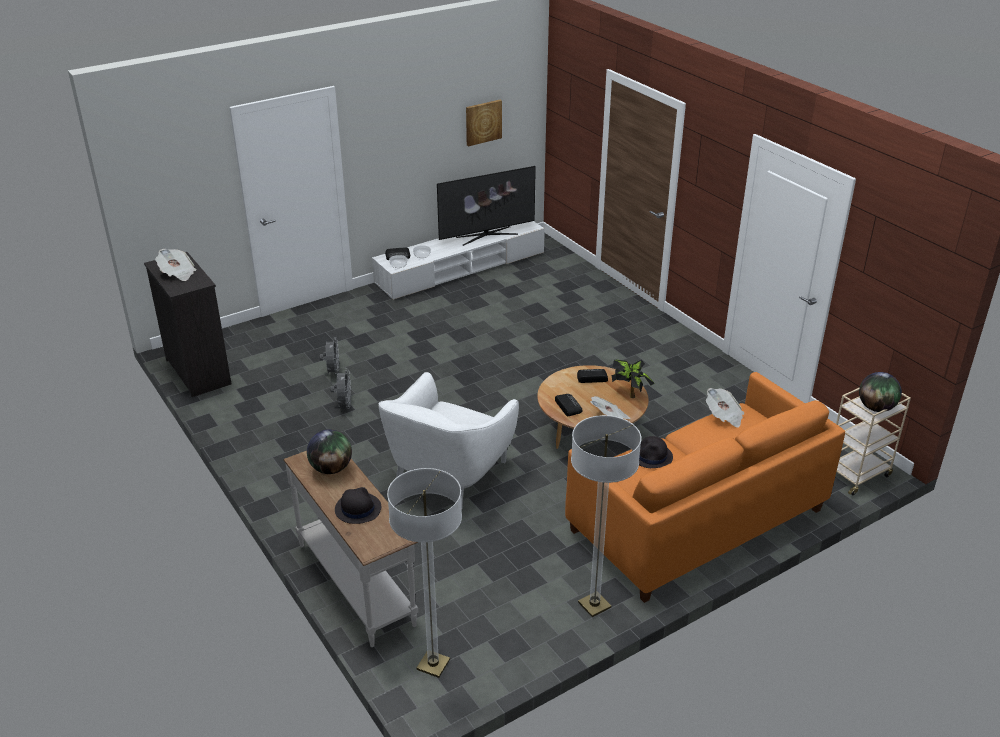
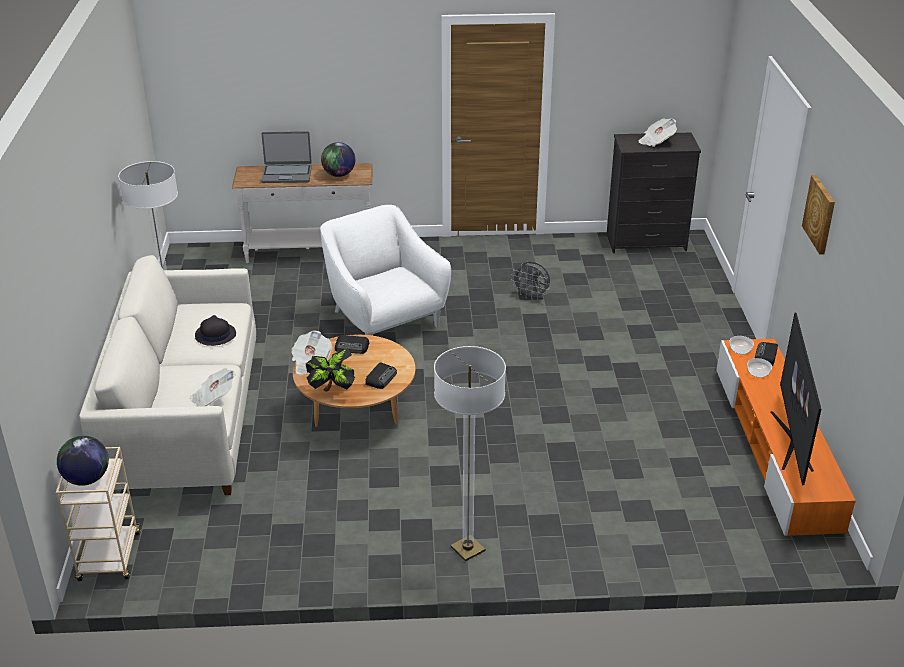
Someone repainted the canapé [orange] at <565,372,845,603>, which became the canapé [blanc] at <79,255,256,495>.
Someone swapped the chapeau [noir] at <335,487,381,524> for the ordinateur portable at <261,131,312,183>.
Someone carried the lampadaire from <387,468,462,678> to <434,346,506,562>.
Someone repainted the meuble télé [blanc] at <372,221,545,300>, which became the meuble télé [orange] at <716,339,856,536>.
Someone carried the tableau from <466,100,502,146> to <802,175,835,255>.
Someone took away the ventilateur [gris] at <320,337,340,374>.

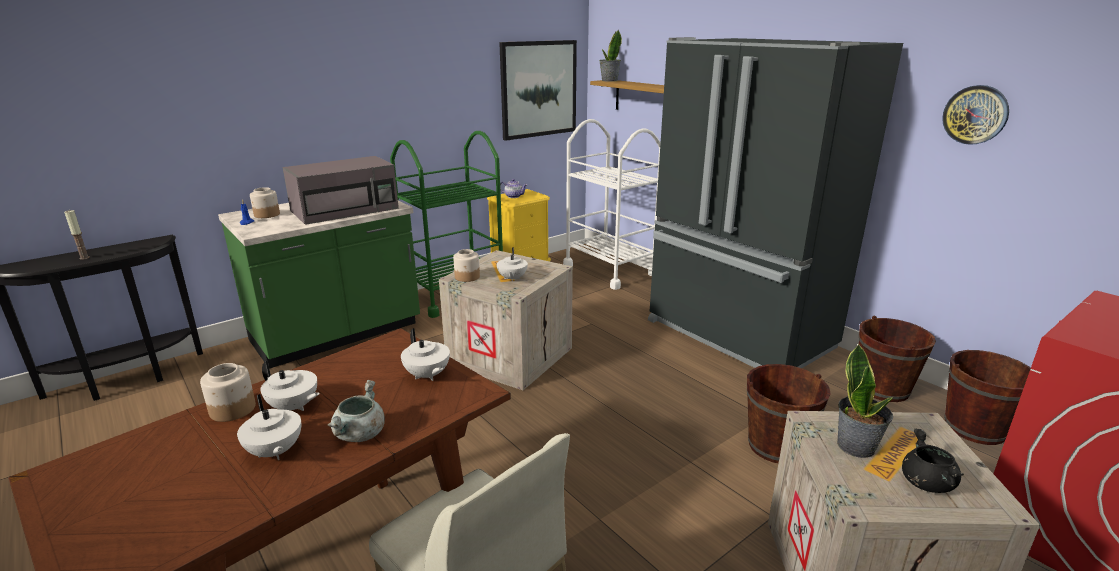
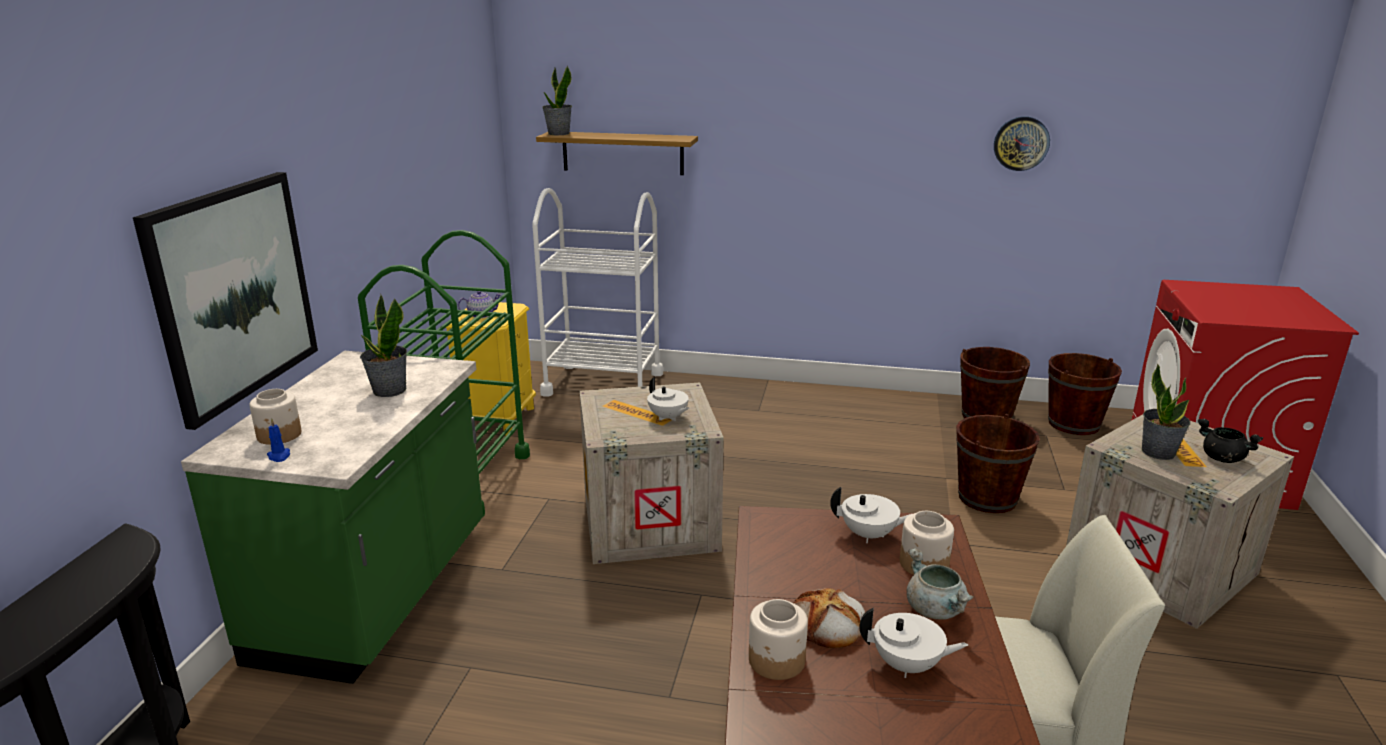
Someone carried the tableau from <499,40,577,141> to <133,172,318,430>.
Someone swapped the micro-ondes [gris] at <282,156,399,225> for the plante en pot at <360,294,407,397>.
Someone swapped the théière [blanc] at <260,360,320,411> for the pain at <794,588,865,648>.
Someone carried the bocal from <453,249,480,282> to <900,511,954,575>.
Someone took away the bougie at <64,210,90,260>.
Someone took away the réfrigérateur [noir] at <648,37,903,368>.

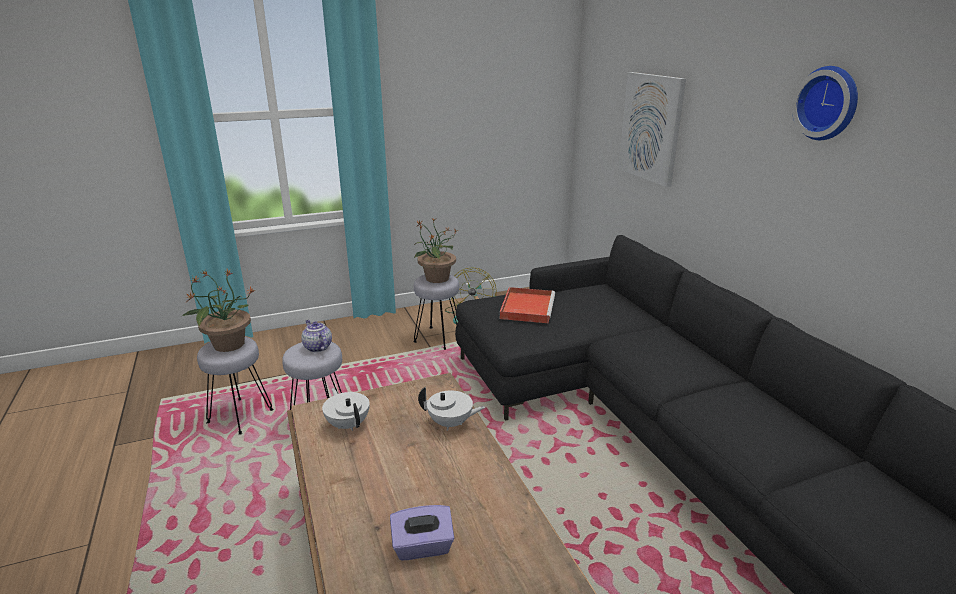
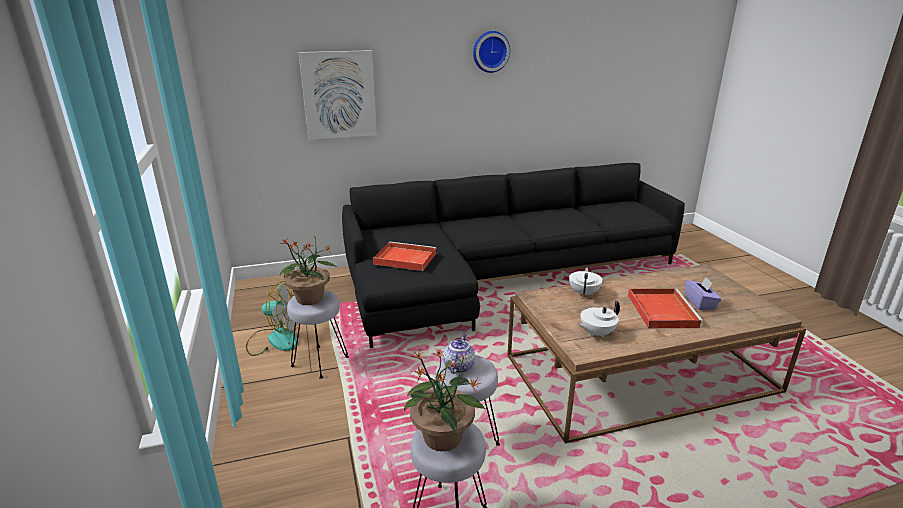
Someone rotated the théière at <301,320,332,352> by 135 degrees clockwise.
Someone put down the plateau [rouge] at <628,288,704,328>.

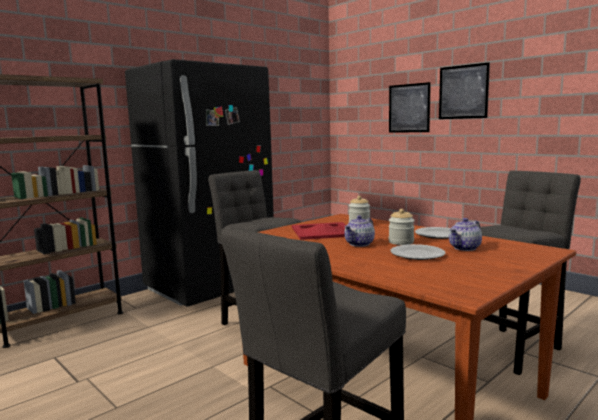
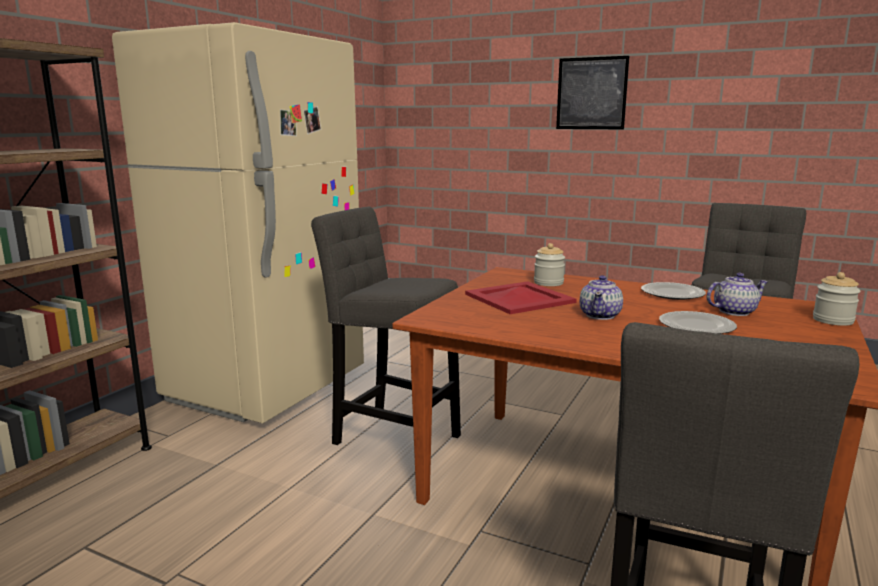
Someone repainted the réfrigérateur [noir] at <125,59,274,307>, which became the réfrigérateur [beige] at <112,22,364,423>.
Someone rotated the théière at <449,218,482,251> by 135 degrees counterclockwise.
Someone carried the bocal from <389,209,415,245> to <813,272,861,326>.
Someone took away the tableau at <389,82,431,132>.

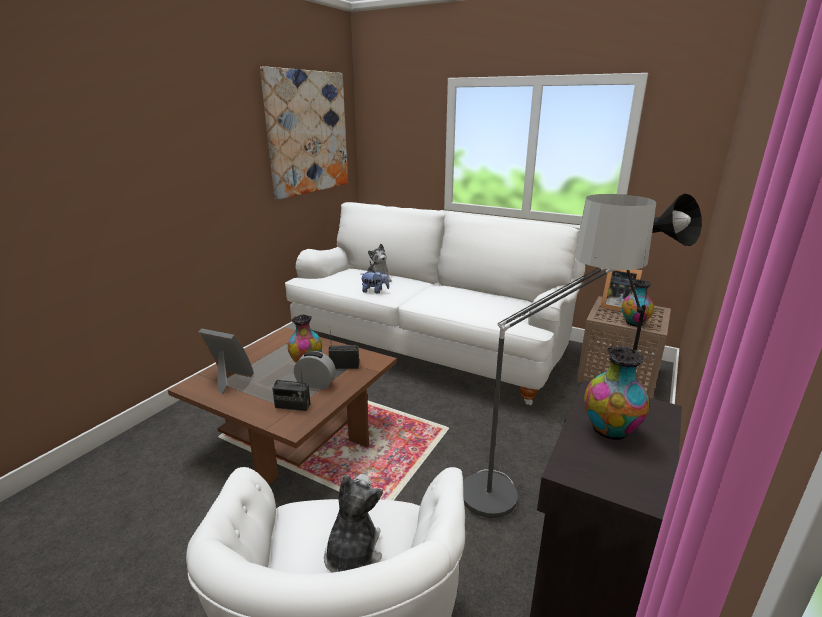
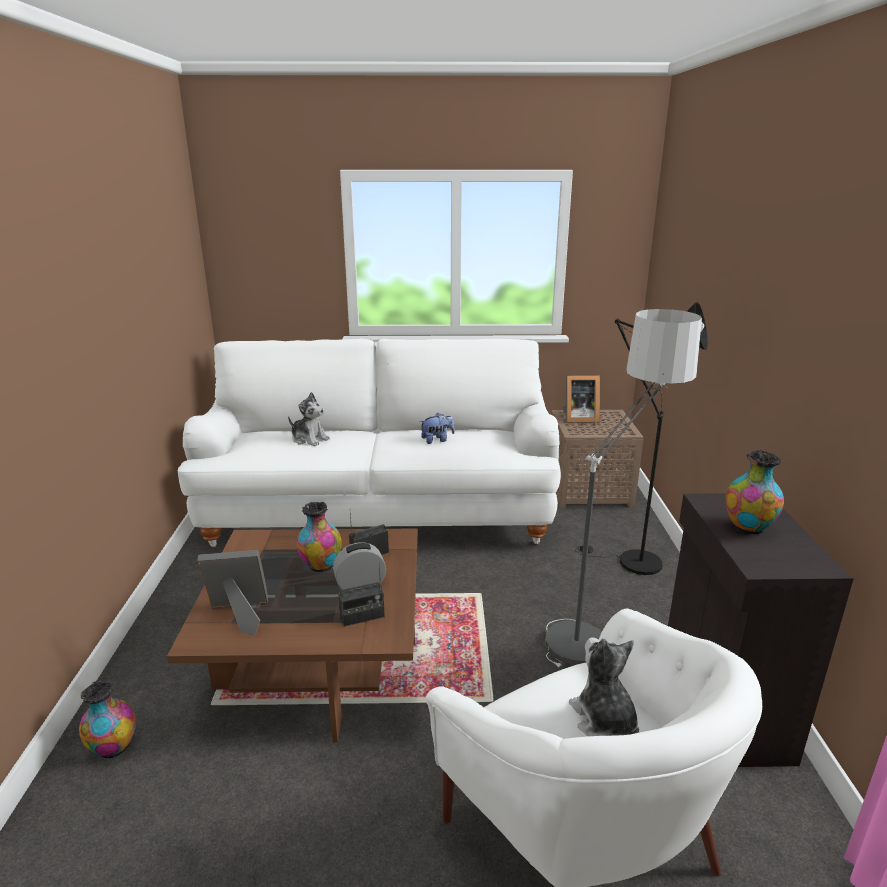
Someone carried the vase from <622,279,654,327> to <79,680,136,759>.
Someone carried the peluche from <361,270,389,293> to <420,413,455,444>.
Someone took away the tableau at <260,66,348,200>.

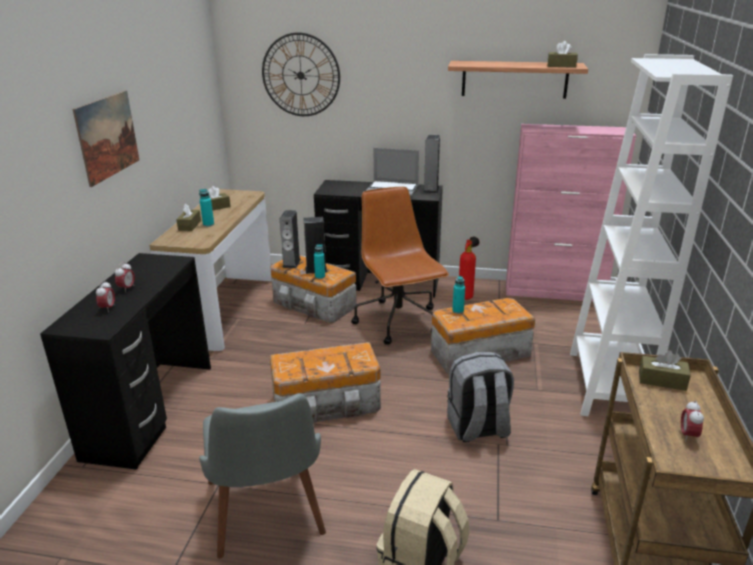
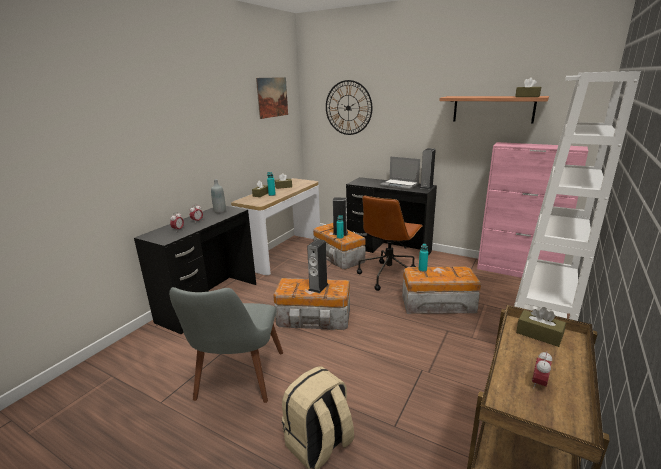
Someone put down the bouteille [gris] at <211,179,226,213>.
Someone carried the tableau from <72,90,139,187> to <256,77,288,119>.
Someone carried the enceinte from <280,210,301,268> to <307,239,328,293>.
Someone rotated the chaise de bureau [marron] at <351,187,449,345> by 150 degrees counterclockwise.
Someone took away the sac à dos [gris] at <447,352,514,442>.
Someone took away the extincteur at <459,236,479,300>.

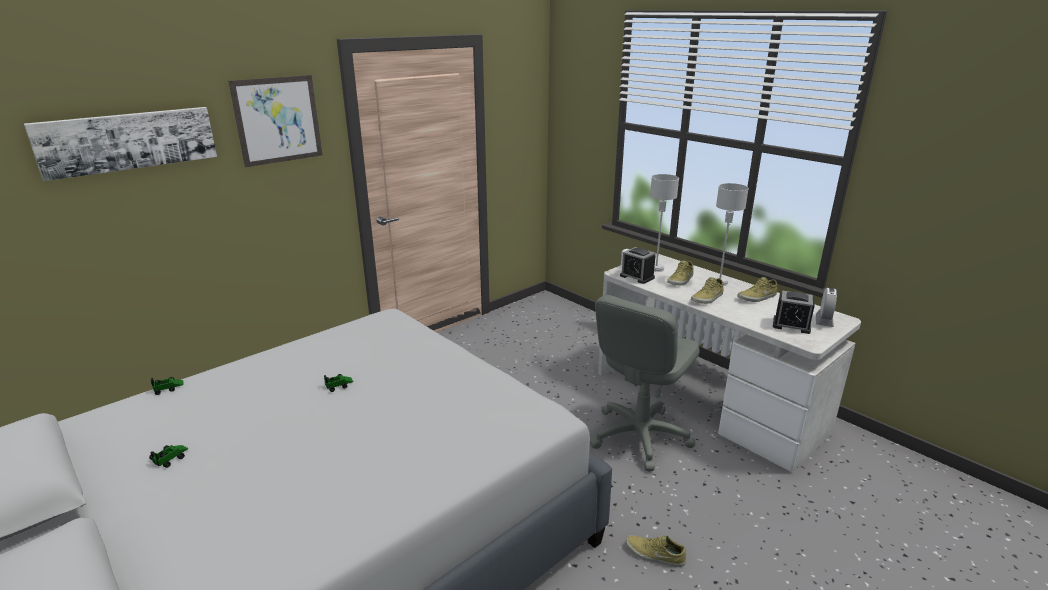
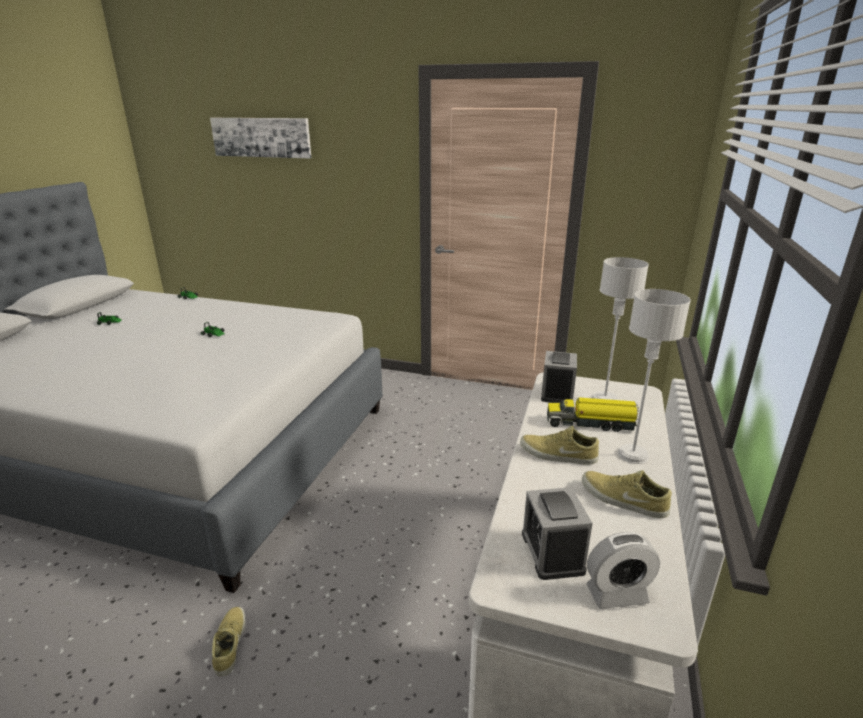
Someone swapped the chaussure [beige] at <667,260,694,285> for the camion jouet at <547,397,639,432>.
Someone took away the tableau at <228,75,323,167>.
Someone took away the chaise de bureau [gris] at <590,295,700,471>.

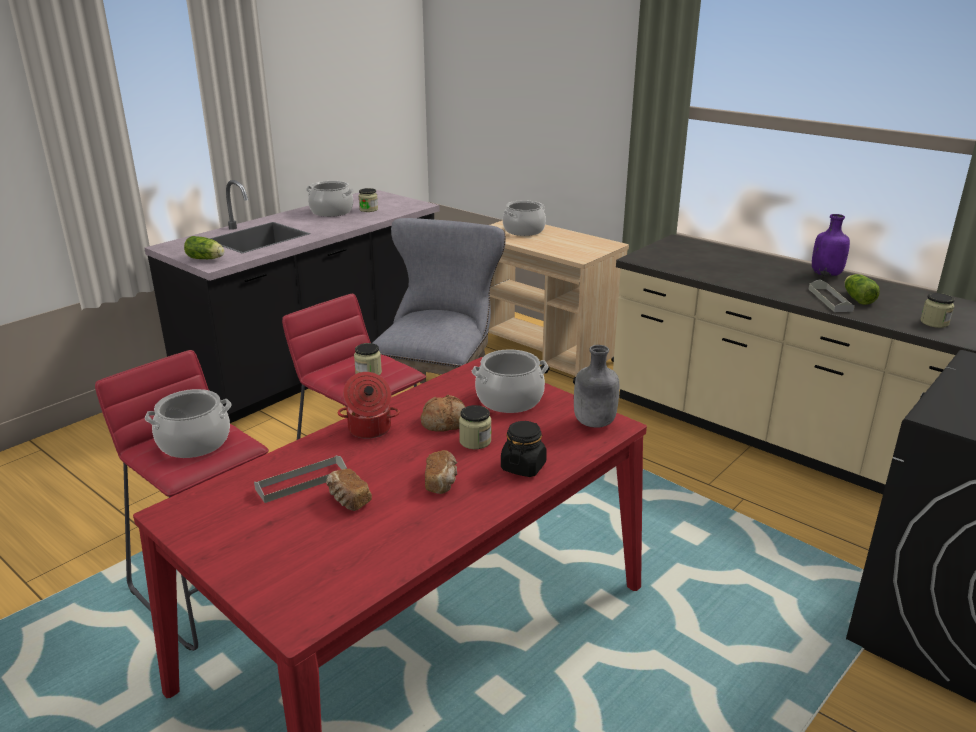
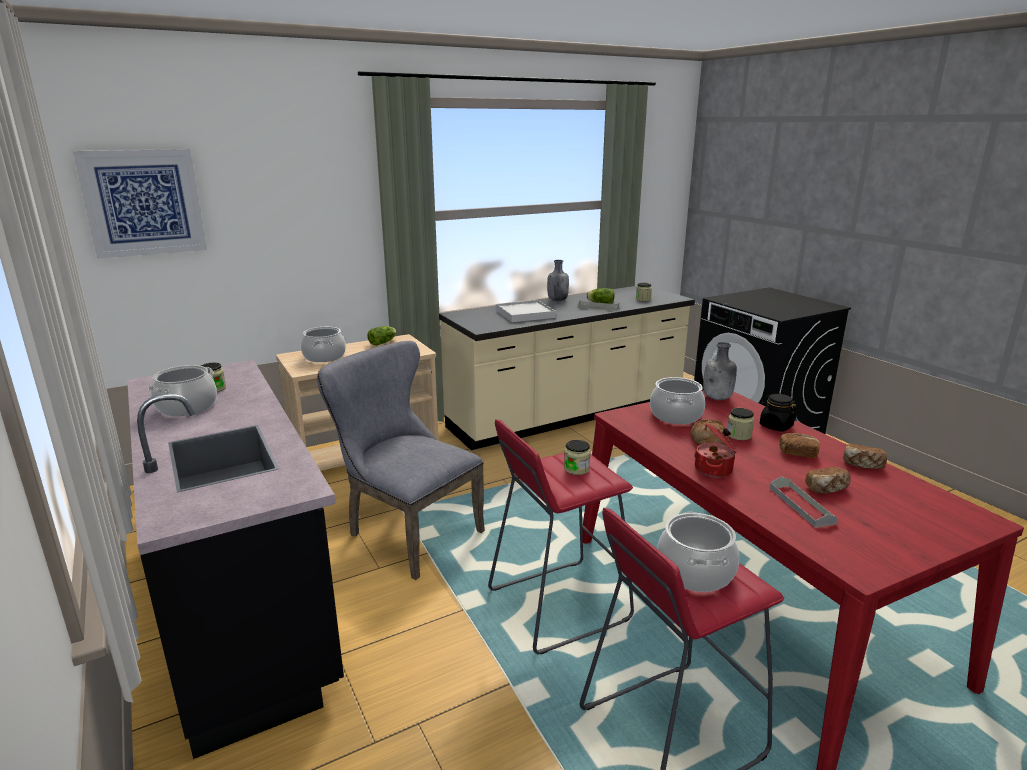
Someone put up the tableau at <73,149,207,259>.
Someone carried the laitue from <184,236,225,259> to <367,326,397,346>.
Someone put down the plateau [blanc] at <496,300,556,322>.
Someone repainted the bouteille [violet] at <812,214,850,277>, which became the bouteille [gris] at <547,260,569,301>.
Someone put down the pain at <843,444,887,469>.

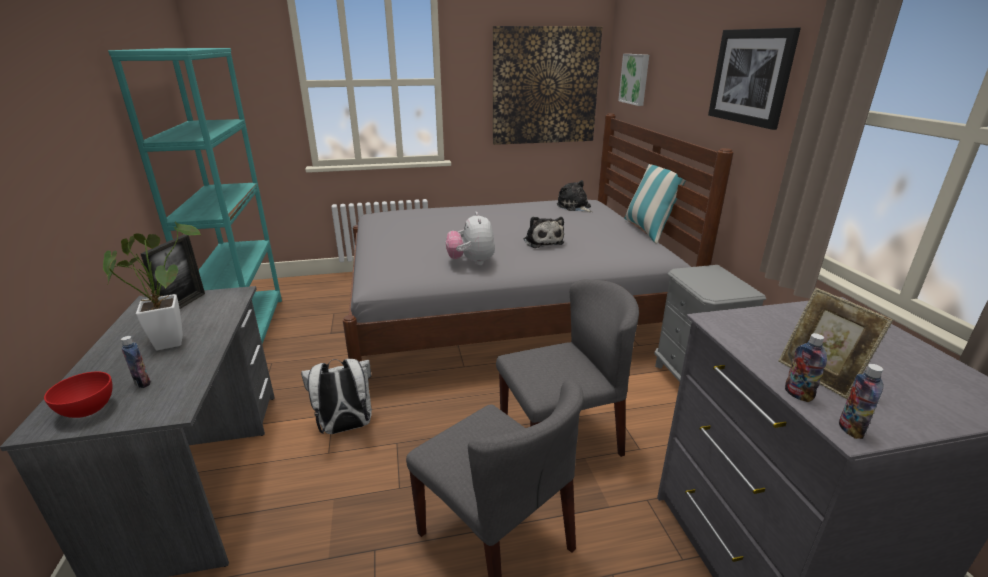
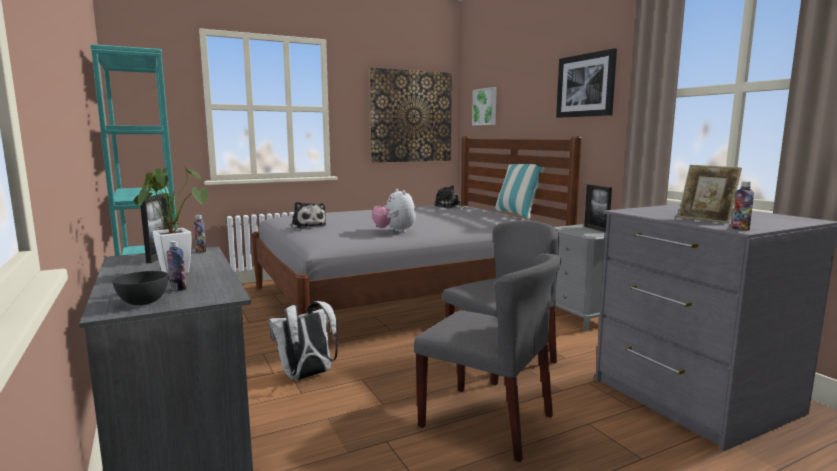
Someone repainted the bol [rouge] at <44,371,112,418>, which became the bol [gris] at <112,271,168,305>.
Someone carried the bouteille from <785,333,827,402> to <194,215,206,252>.
Someone carried the peluche from <524,216,564,248> to <290,202,327,229>.
Someone put down the cadre photo at <584,184,612,233>.

